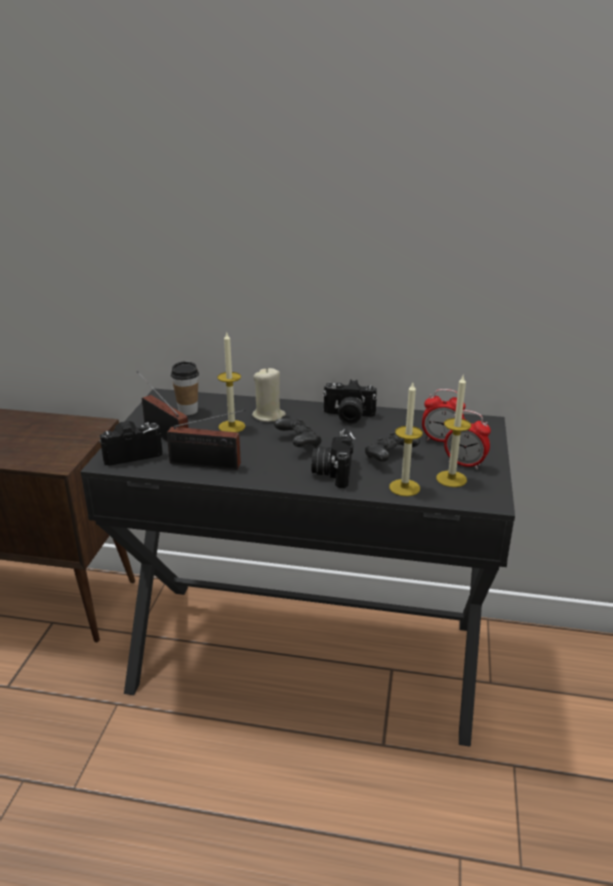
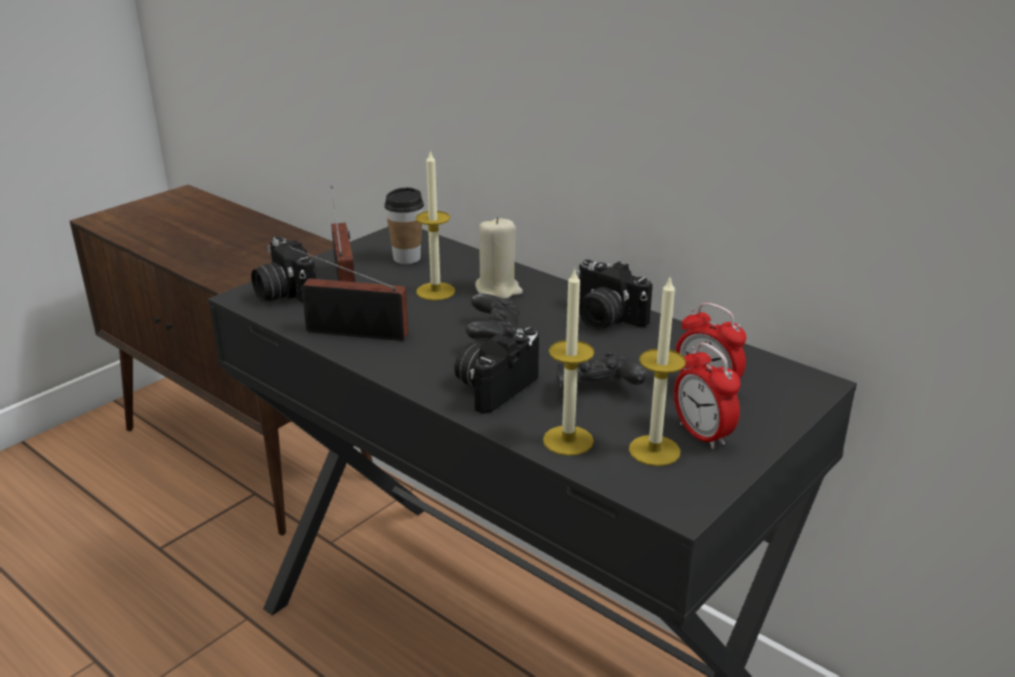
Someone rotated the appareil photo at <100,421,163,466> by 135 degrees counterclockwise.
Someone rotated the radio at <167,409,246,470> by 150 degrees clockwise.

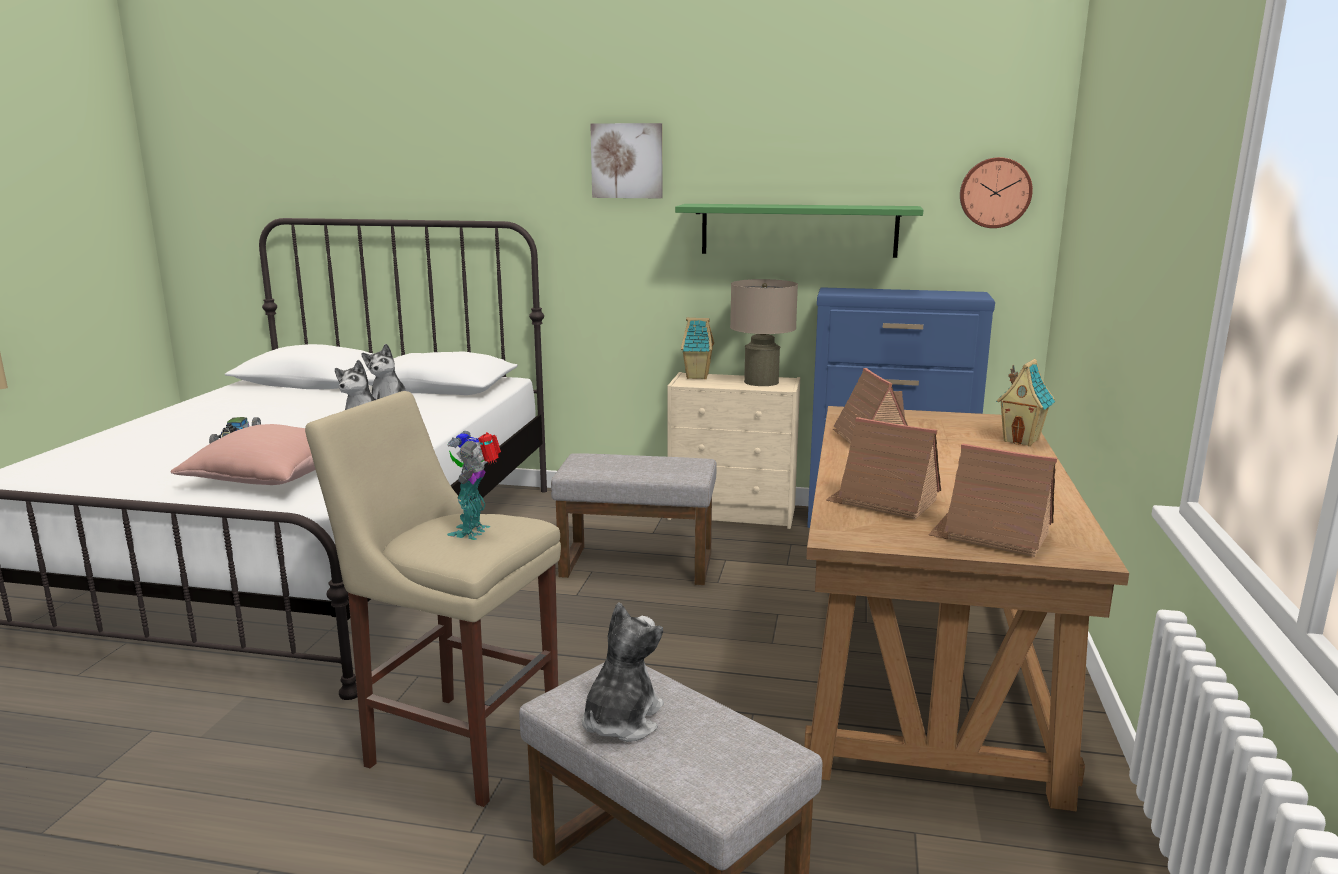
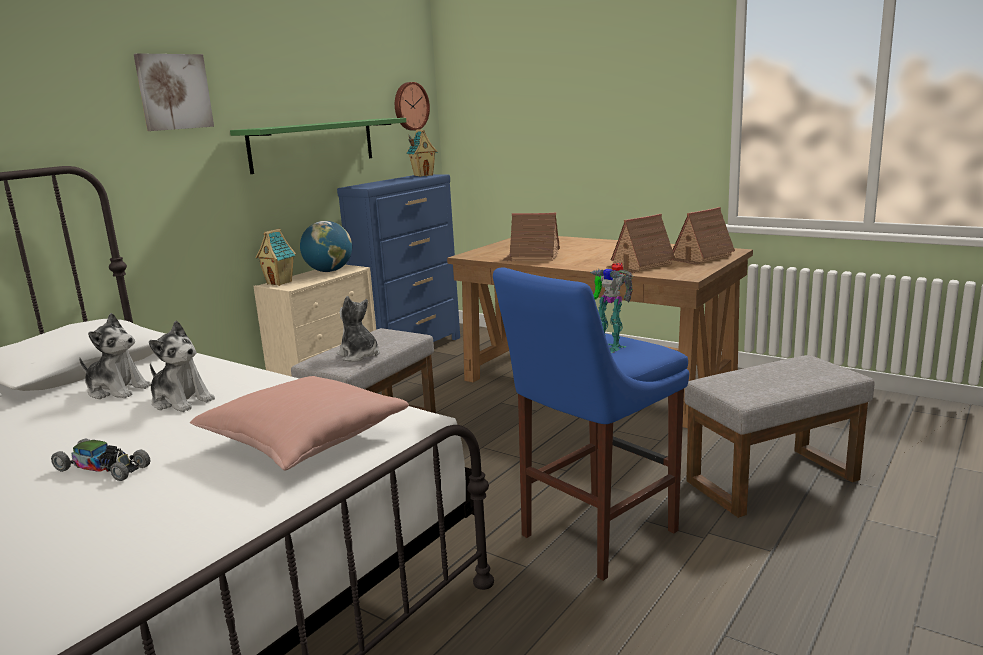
Someone swapped the lampe de table [beige] at <730,279,798,386> for the globe at <300,221,352,272>.
Someone carried the peluche from <582,602,664,742> to <337,296,380,362>.
Someone carried the maison miniature from <996,359,1055,446> to <406,129,438,177>.
Someone repainted the tabouret [beige] at <305,391,561,807>, which became the tabouret [bleu] at <493,267,689,581>.

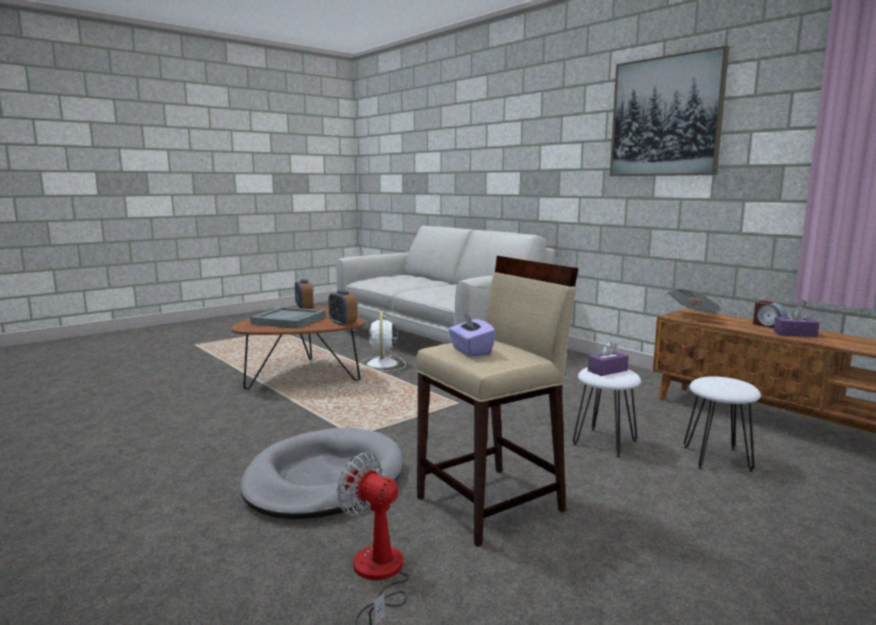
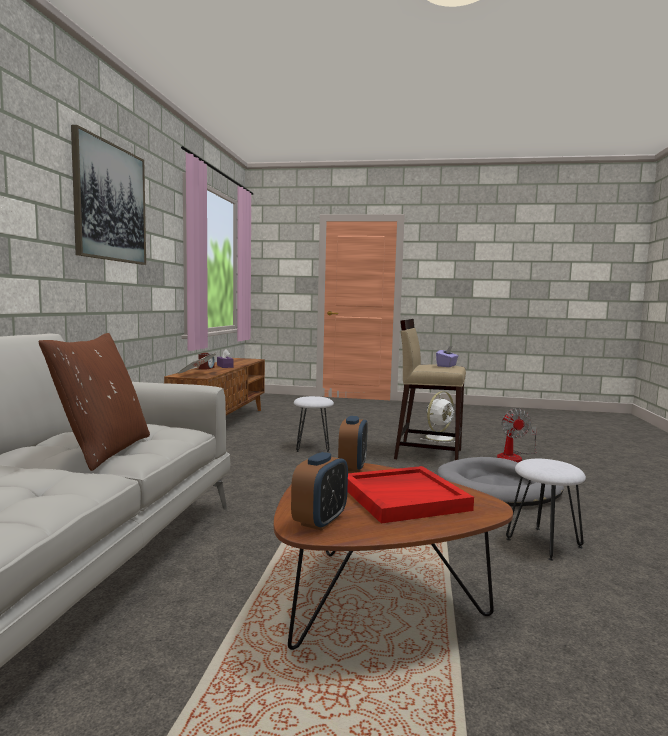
Someone put down the coussin [marron] at <39,333,150,471>.
Someone repainted the plateau [gris] at <250,307,325,329>, which became the plateau [rouge] at <347,466,474,524>.
Someone carried the ventilateur [blanc] from <360,311,406,371> to <420,391,455,443>.
Someone carried the tabouret [blanc] from <684,376,761,472> to <506,459,586,561>.
Someone took away the boîte à mouchoirs [violet] at <588,341,629,376>.

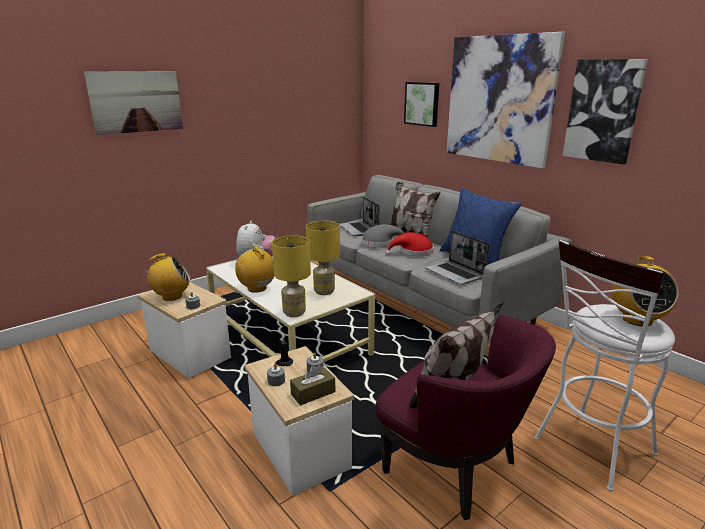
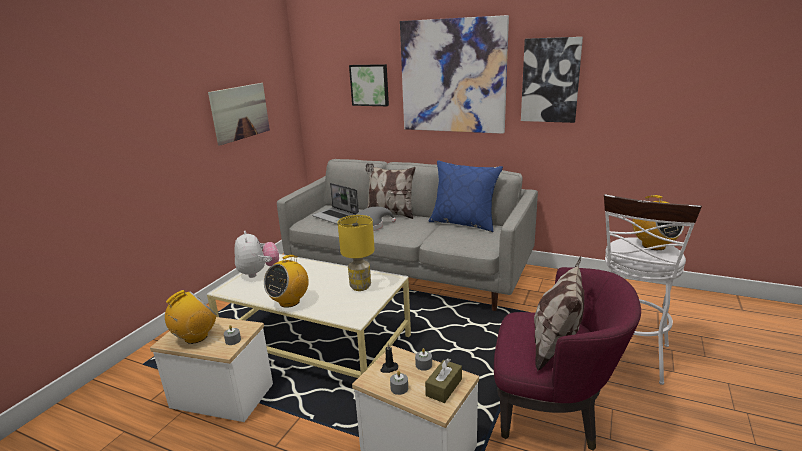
Someone carried the tableau from <84,71,183,135> to <208,83,270,146>.
Someone rotated the radio at <235,246,274,293> by 75 degrees counterclockwise.
Someone took away the lampe de table [jaune] at <272,235,311,317>.
Someone took away the chapeau [rouge] at <386,232,434,256>.
Someone took away the ordinateur portable at <425,230,490,285>.

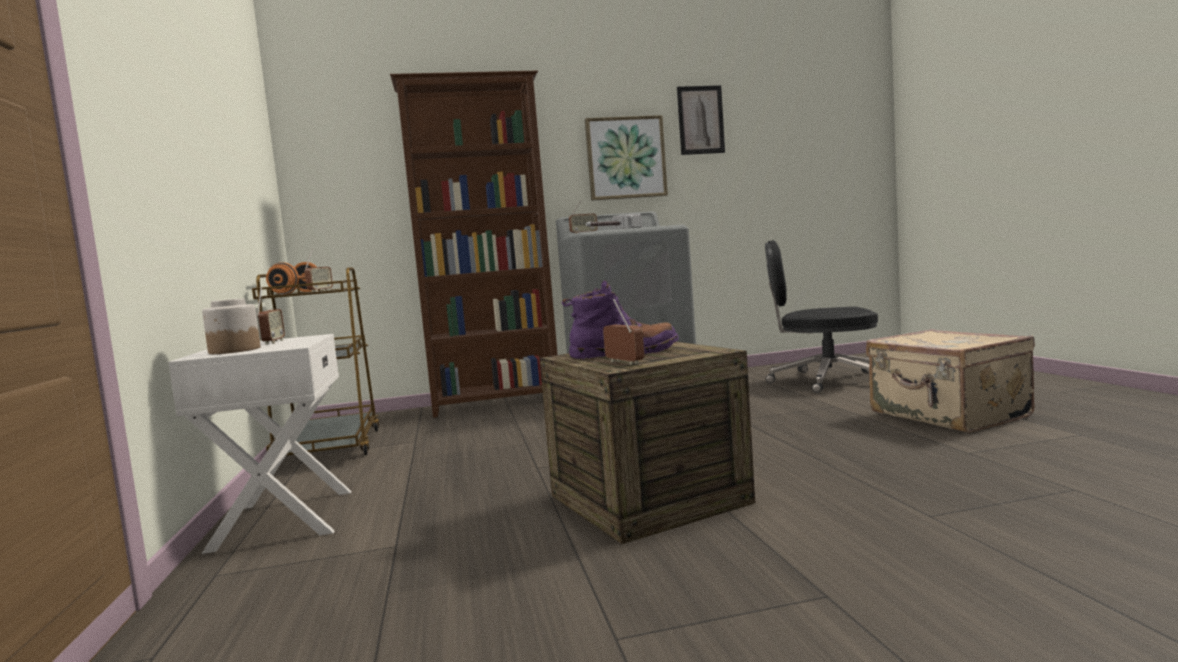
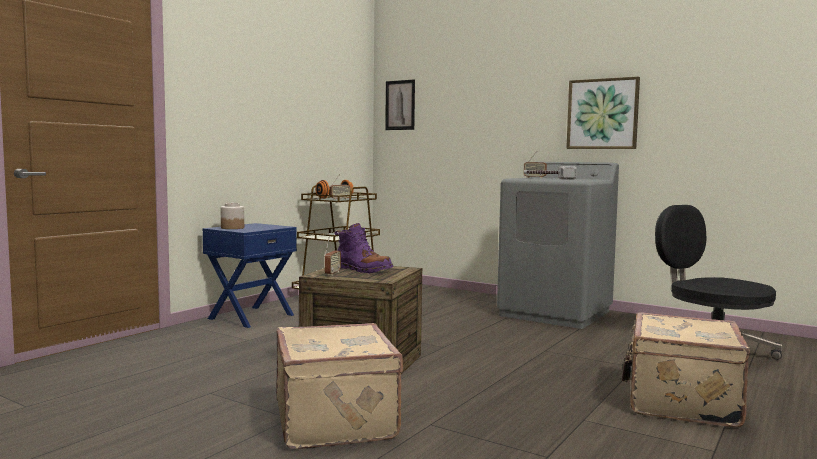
Someone repainted the table de chevet [blanc] at <168,334,352,554>, which became the table de chevet [bleu] at <202,223,297,328>.
Someone put down the valise [beige] at <276,323,403,449>.
Someone carried the tableau from <677,85,725,155> to <385,80,415,130>.
Someone took away the radio at <257,287,285,344>.
Someone took away the bibliothèque [marron] at <390,71,558,418>.

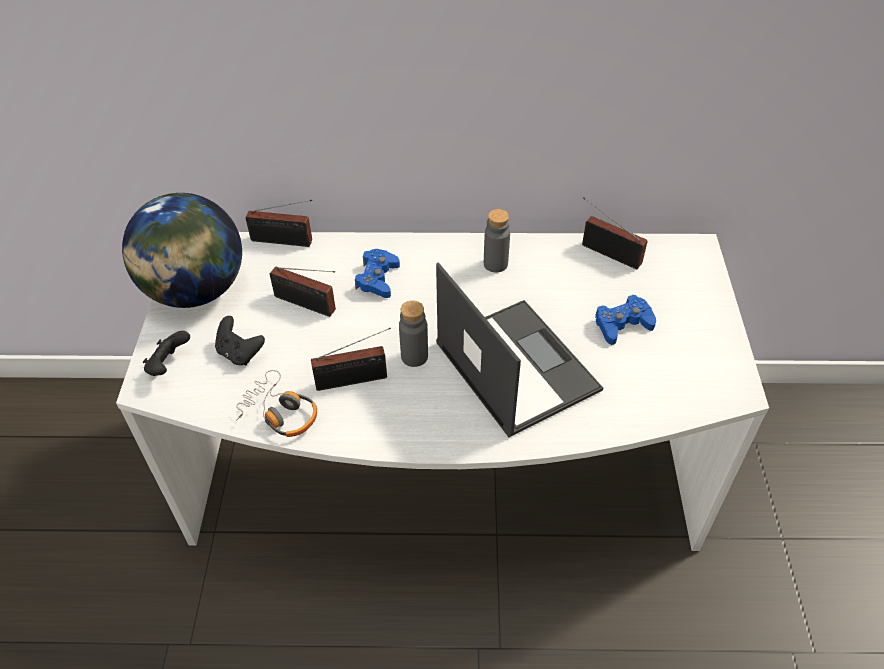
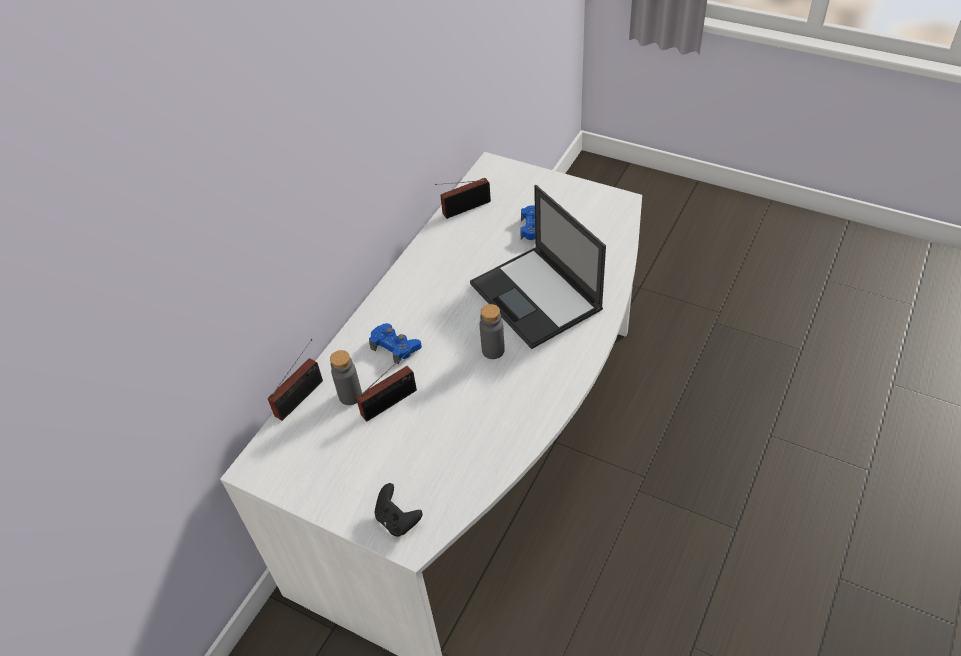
Someone carried the bouteille [gris] from <484,209,510,273> to <330,350,362,405>.
Someone rotated the ordinateur portable at <436,262,603,437> by 120 degrees counterclockwise.
Someone took away the globe at <122,193,242,308>.
Someone took away the manette [noir] at <215,316,265,366>.
Someone took away the casque audio at <236,370,317,437>.
Someone took away the radio at <311,328,391,391>.

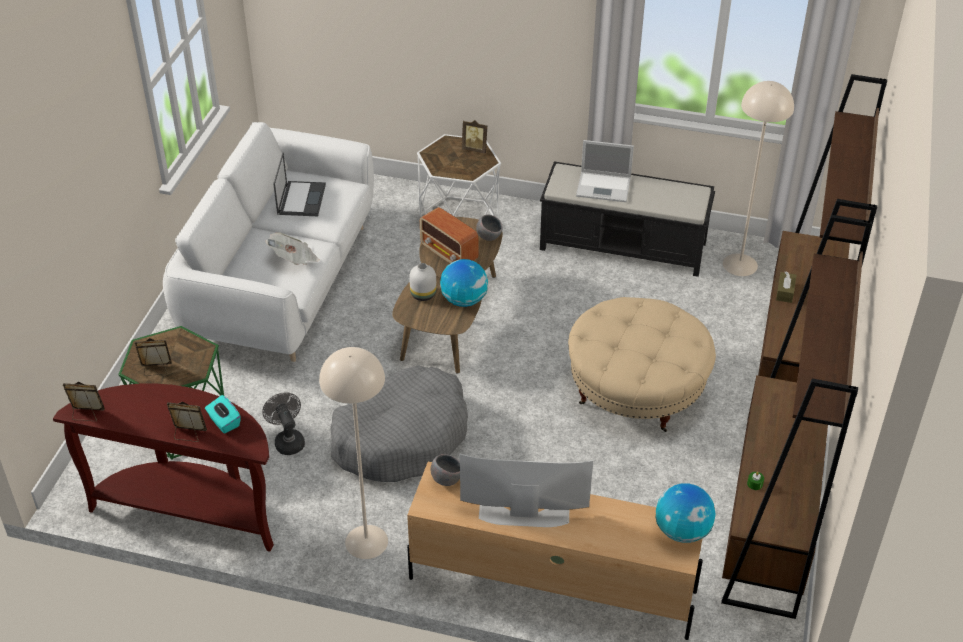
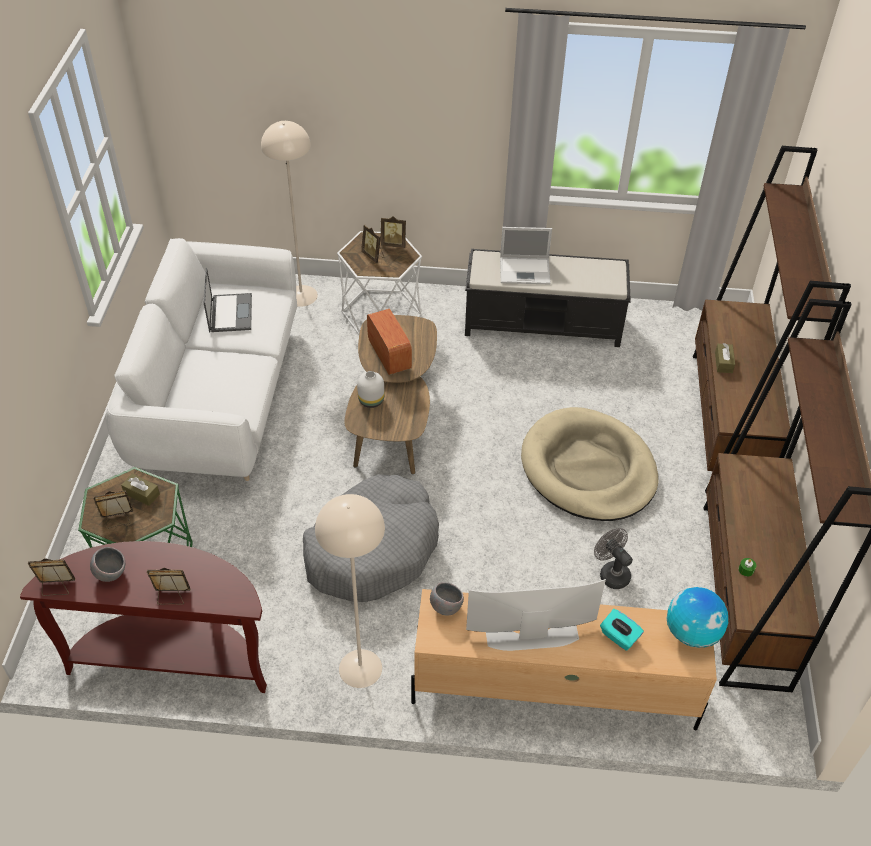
Someone carried the bol [gris] from <476,215,503,241> to <90,547,125,582>.
Someone put down the boîte à mouchoirs [marron] at <121,474,160,506>.
Someone carried the lampadaire [beige] from <723,81,794,276> to <261,121,318,307>.
Someone put down the cadre photo at <361,225,384,264>.
Someone rotated the radio at <420,207,478,263> by 150 degrees counterclockwise.
Someone swapped the pouf [beige] at <568,297,716,432> for the panier pour chien [beige] at <521,407,658,521>.
Someone carried the ventilateur [gris] from <262,392,305,455> to <594,528,633,589>.
Someone carried the boîte à mouchoirs [turquoise] from <205,395,241,434> to <600,609,644,651>.
Someone took away the journal at <265,232,320,265>.
Someone took away the globe at <440,259,488,307>.

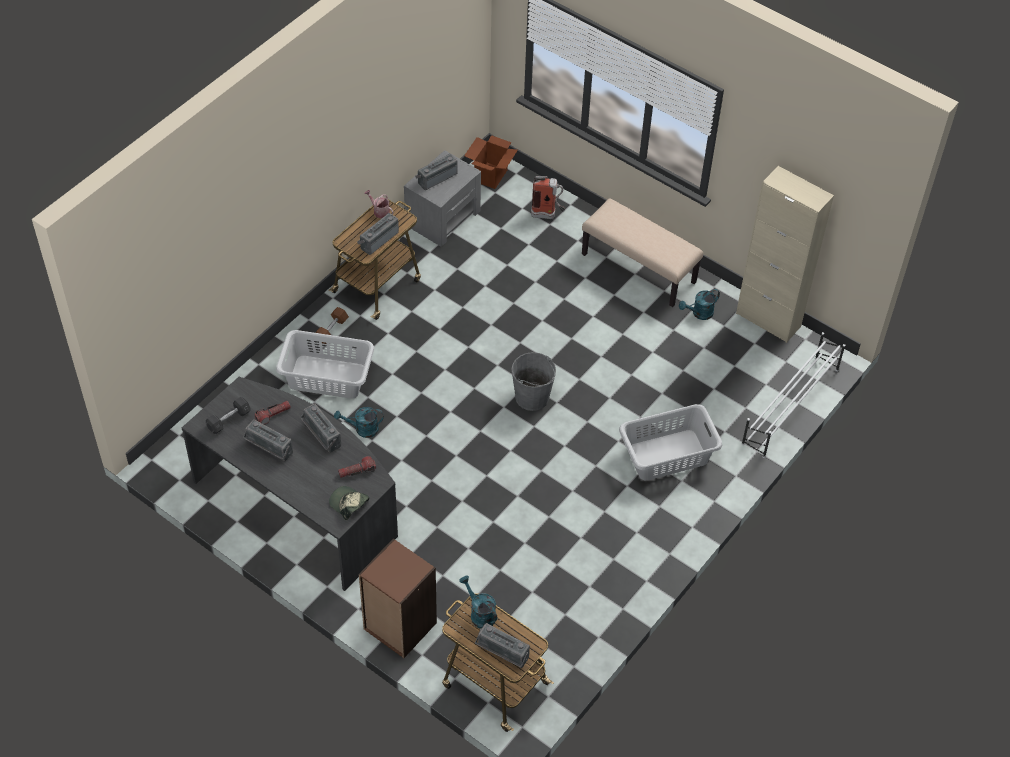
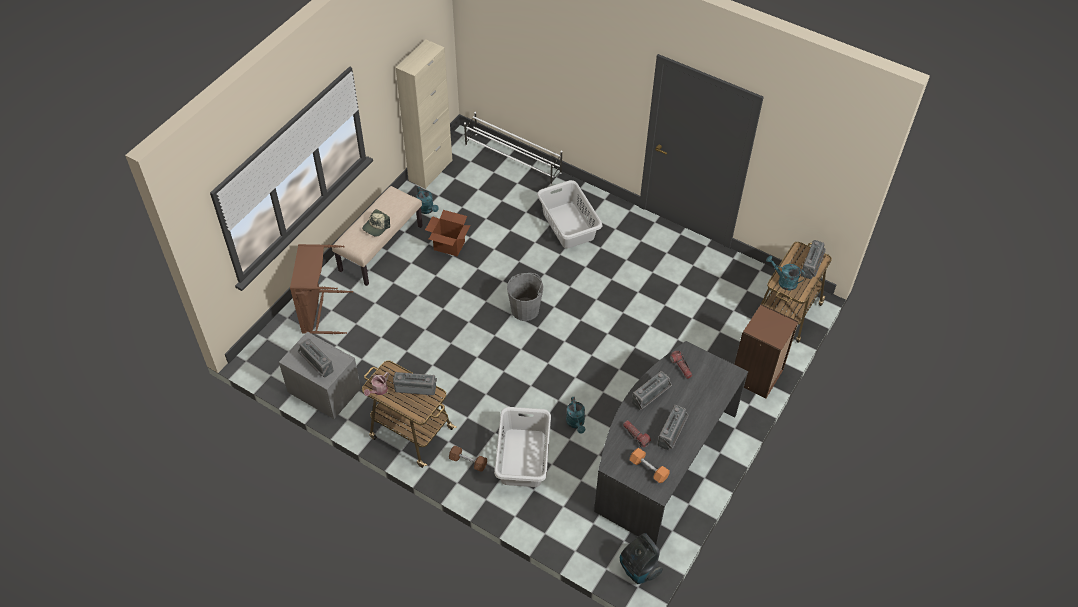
Someone swapped the extincteur at <531,176,565,219> for the panier à linge [marron] at <290,244,353,334>.
Someone carried the casquette from <329,486,369,520> to <362,209,390,237>.
Someone rotated the radio at <357,213,399,255> by 150 degrees clockwise.
Someone carried the carton from <464,135,518,189> to <425,210,470,257>.
Someone put down the aspirateur at <620,533,663,584>.
Someone repainted the haltère [gris] at <206,397,251,434>, which became the haltère [orange] at <630,448,670,483>.
Someone rotated the arrosoir [turquoise] at <459,575,497,629> by 75 degrees clockwise.

